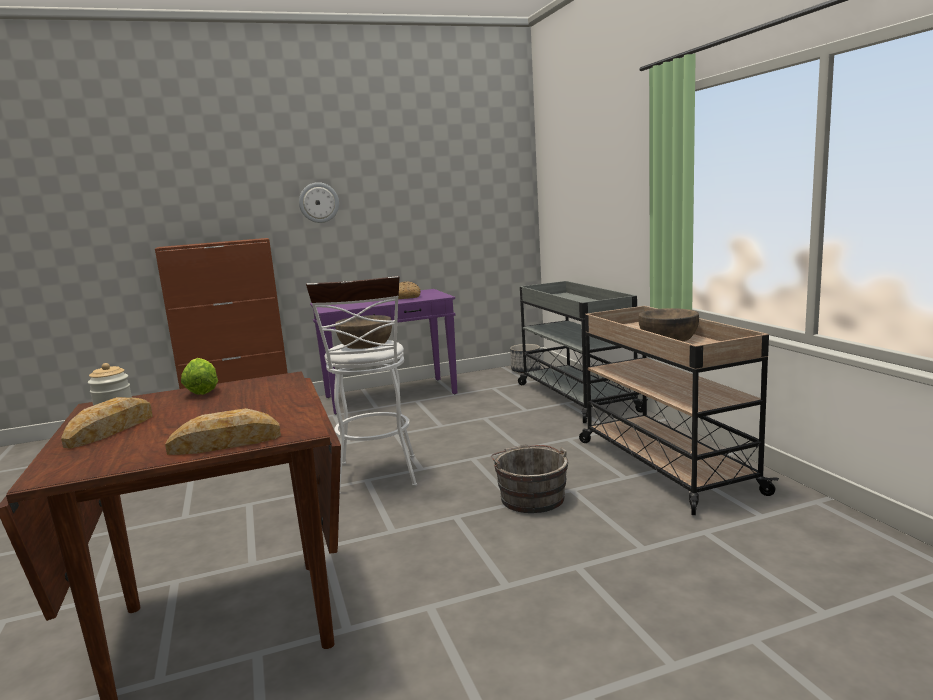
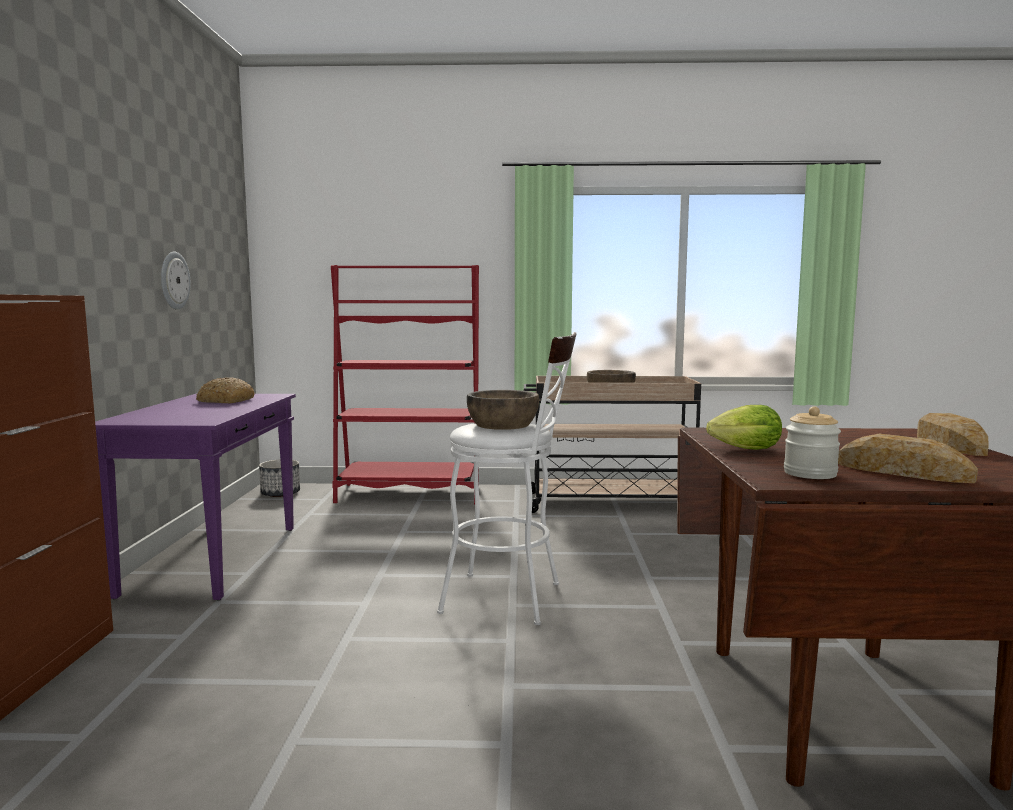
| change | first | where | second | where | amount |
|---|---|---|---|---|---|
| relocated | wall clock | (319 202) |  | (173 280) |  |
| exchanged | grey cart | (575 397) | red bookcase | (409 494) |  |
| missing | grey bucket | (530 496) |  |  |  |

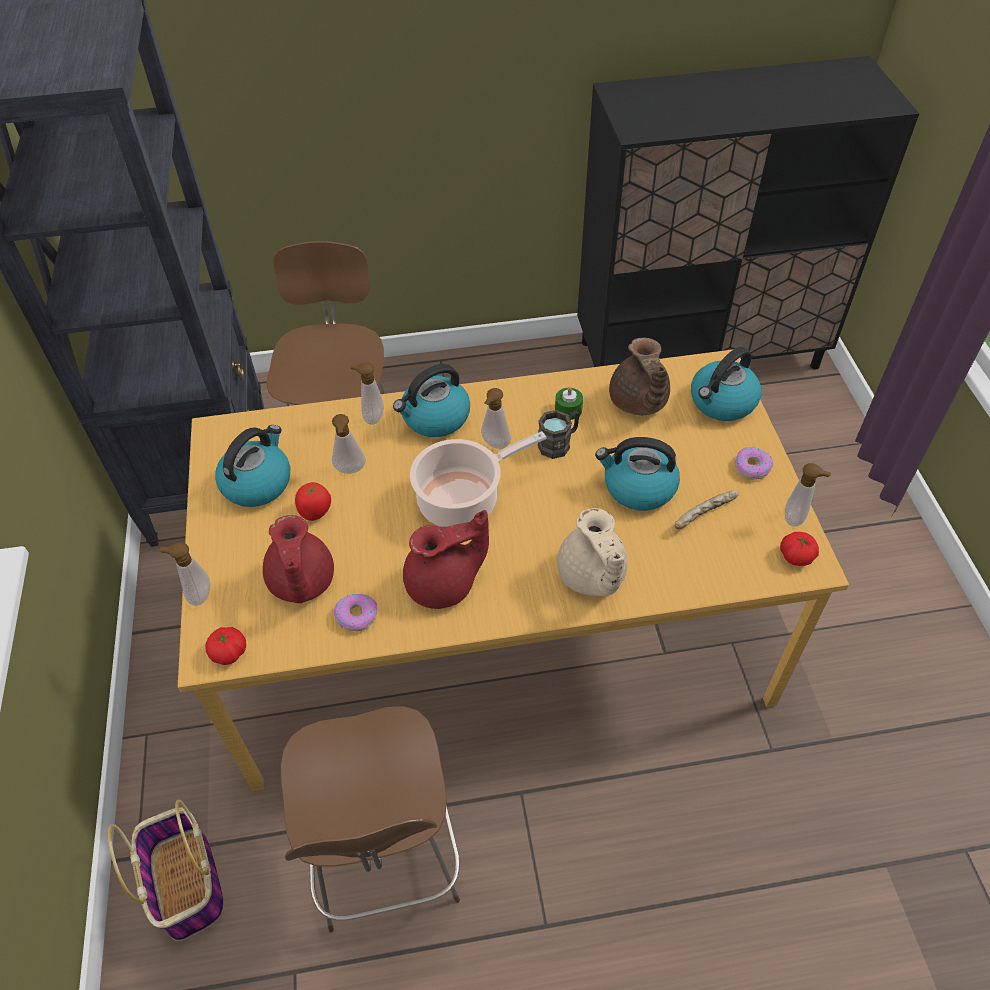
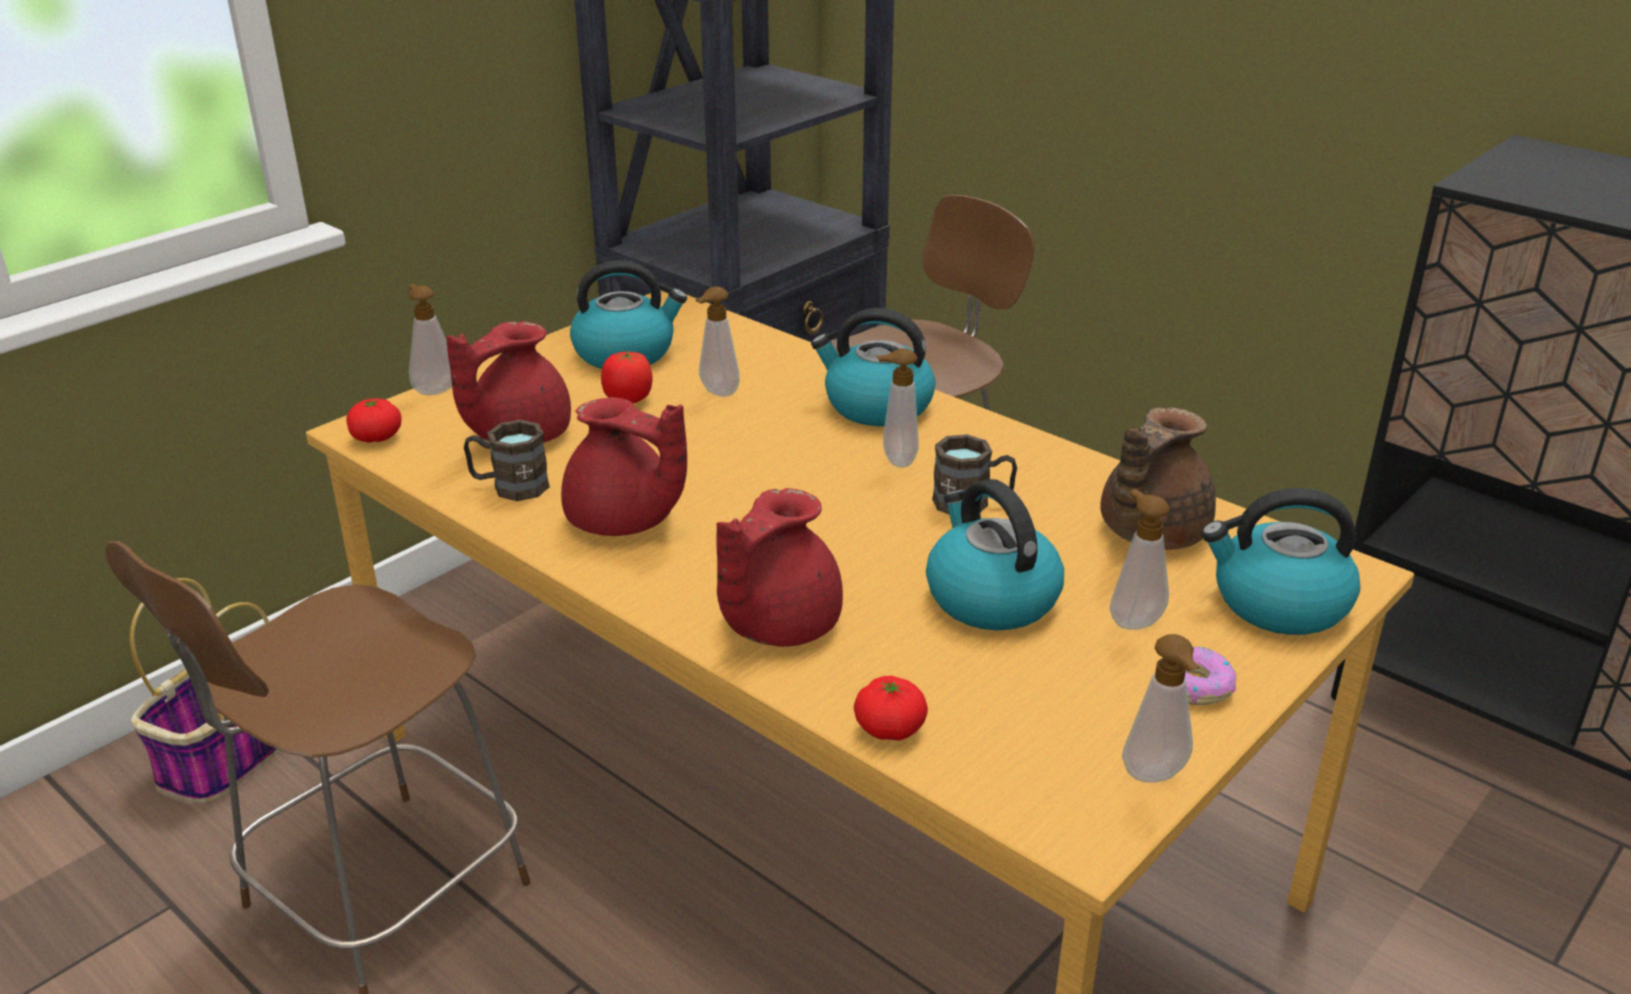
| change | first | where | second | where | amount |
|---|---|---|---|---|---|
| relocated | soap dispenser | (371 417) |  | (1133 620) |  |
| missing | green candle | (568 410) |  |  |  |
| missing | cooking pot | (463 500) |  |  |  |
| missing | bread | (705 515) |  |  |  |
| colour | beige teapot | (591 576) | red teapot | (775 625) |  |
| relocated | tomato | (796 556) |  | (889 728) |  |
| exchanged | donut | (356 615) | brown mug | (509 486) |  |

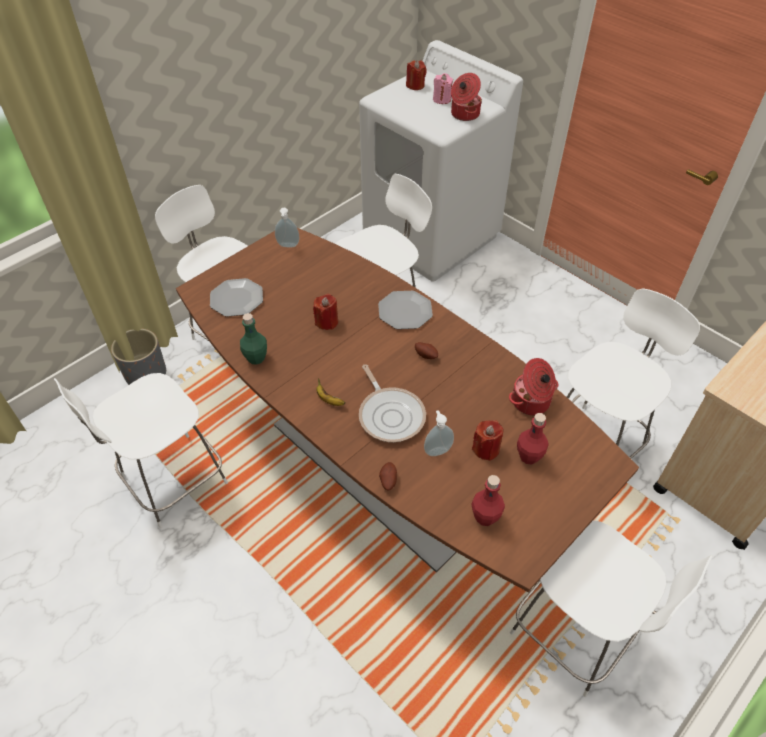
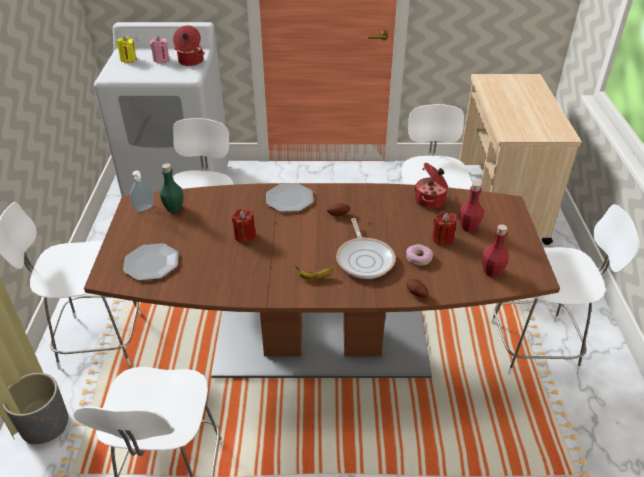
| change | first | where | second | where | amount |
|---|---|---|---|---|---|
| colour | red candle | (415 85) | yellow candle | (128 59) |  |
| relocated | green bottle | (256 358) |  | (174 208) |  |
| spun | frying pan | (390 415) |  | (365 259) | 60 degrees clockwise |
| exchanged | soap dispenser | (437 450) | donut | (419 258) |  |

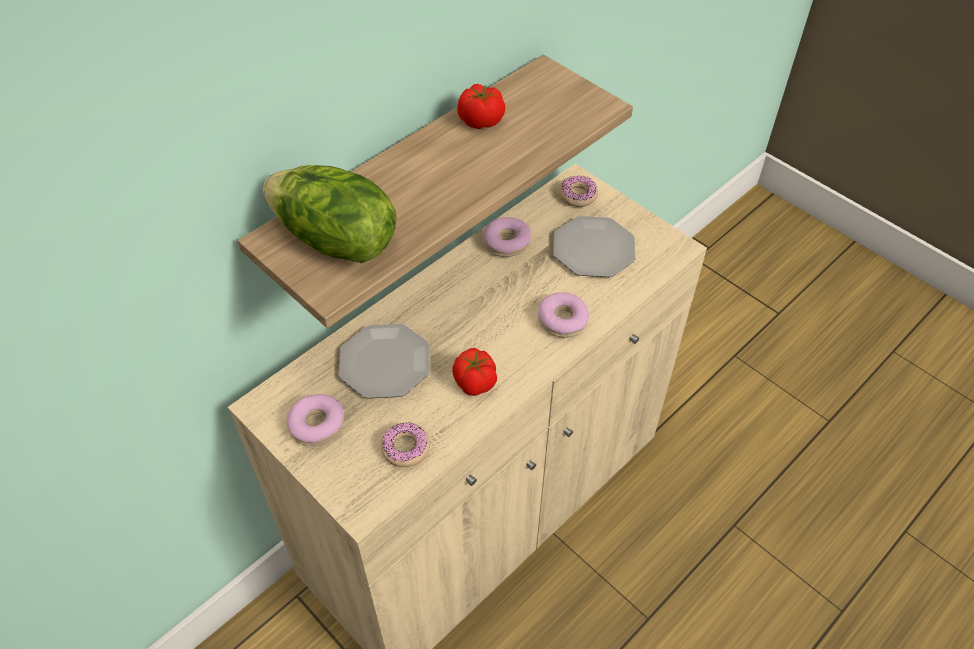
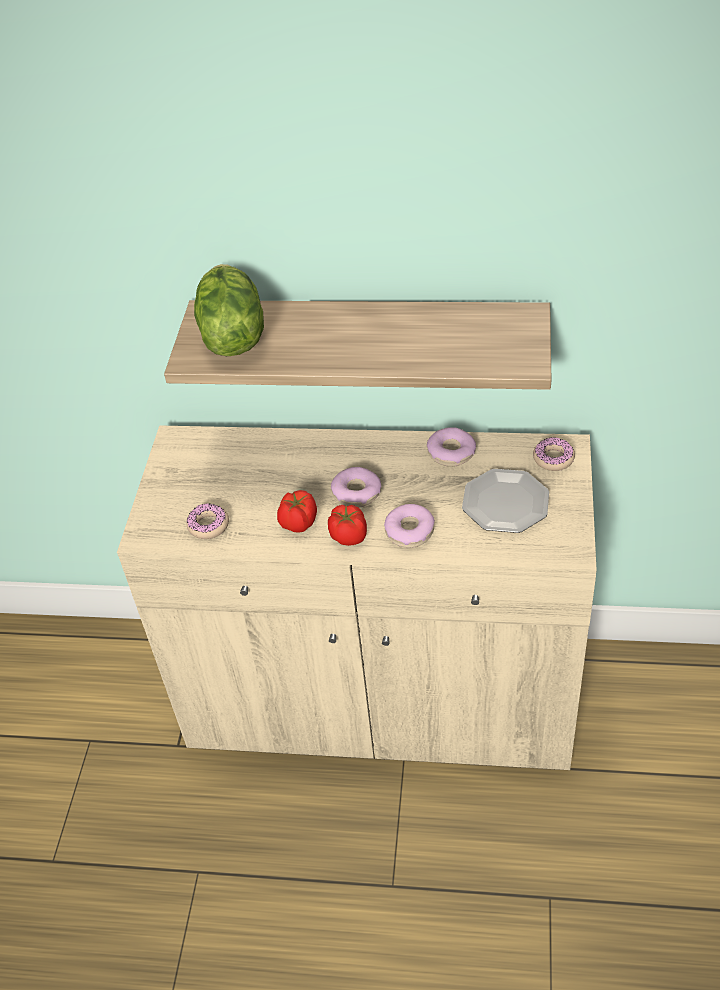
| change | first | where | second | where | amount |
|---|---|---|---|---|---|
| relocated | tomato | (481 121) |  | (349 536) |  |
| missing | plate | (385 363) |  |  |  |
| relocated | donut | (317 425) |  | (356 493) |  |

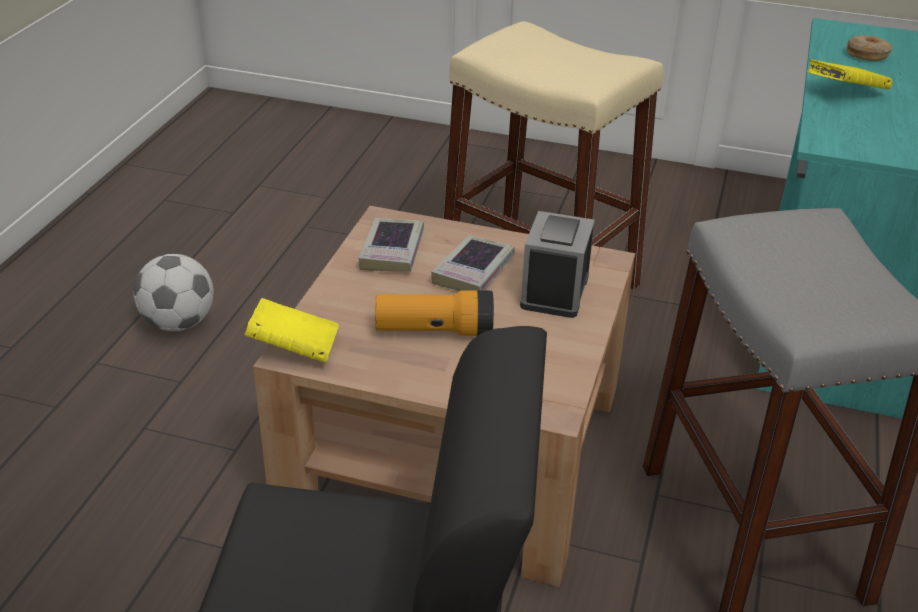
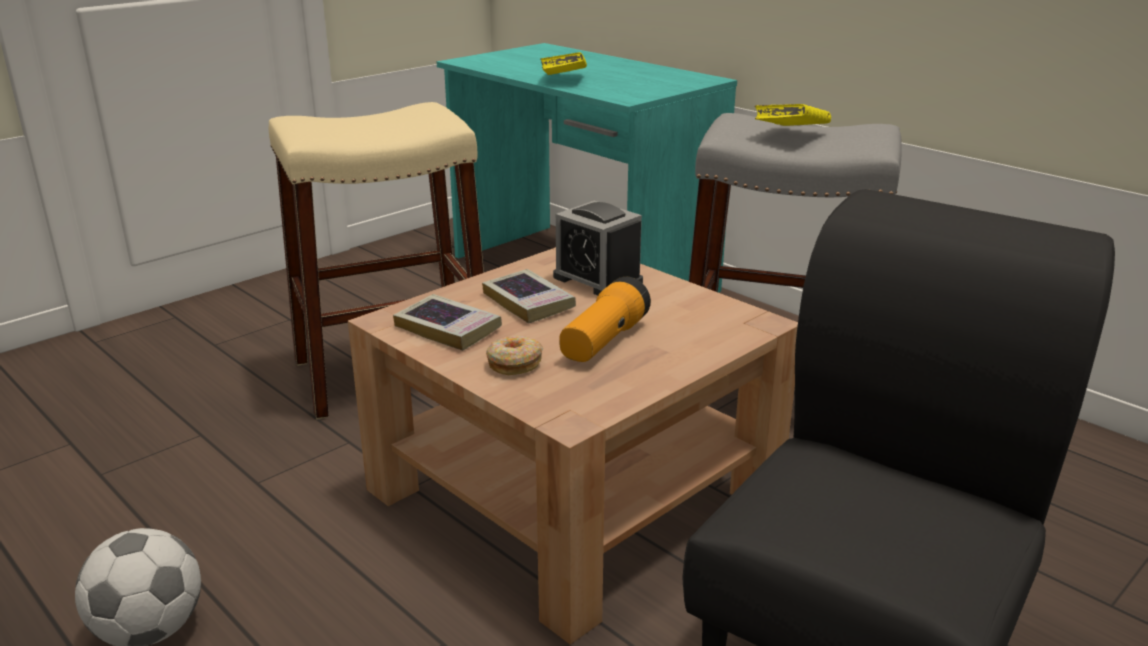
| change | first | where | second | where | amount |
|---|---|---|---|---|---|
| relocated | donut | (867 55) |  | (514 363) |  |
| relocated | yellow book | (294 349) |  | (790 135) |  |

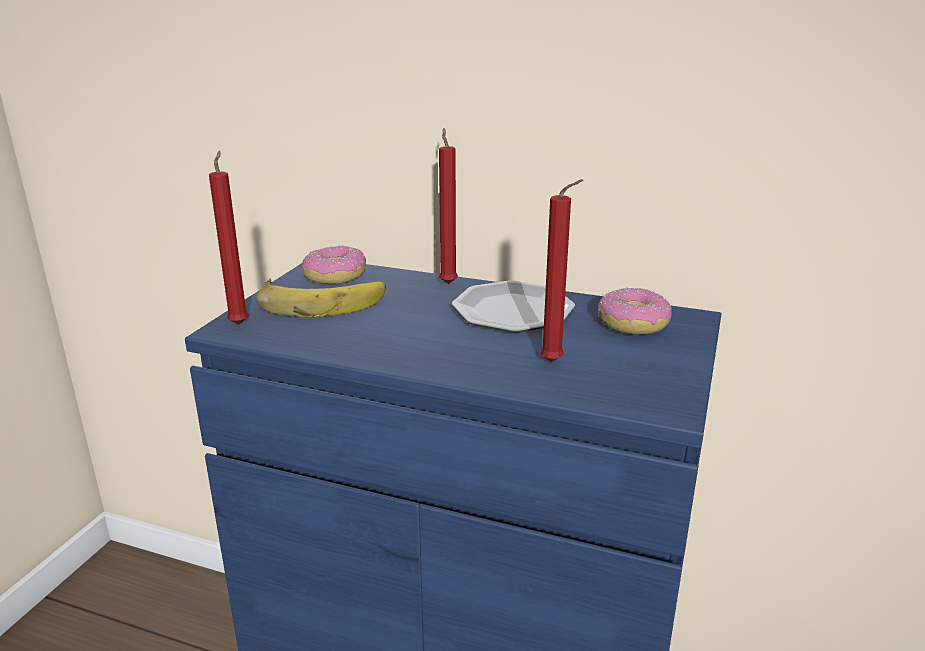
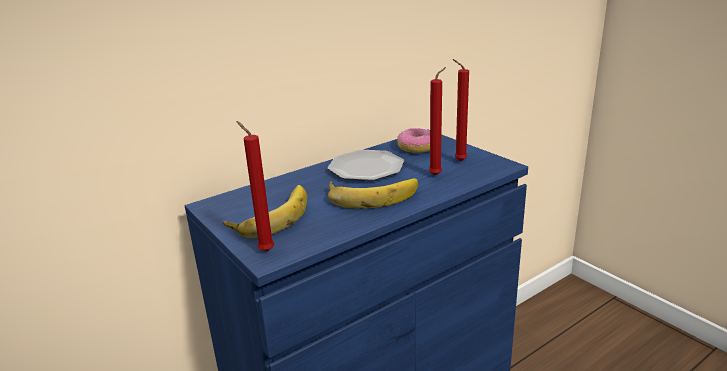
| change | first | where | second | where | amount |
|---|---|---|---|---|---|
| relocated | red candle | (448 282) |  | (458 161) |  |
| missing | donut | (335 276) |  |  |  |
| appeared |  |  | banana | (372 195) |  |

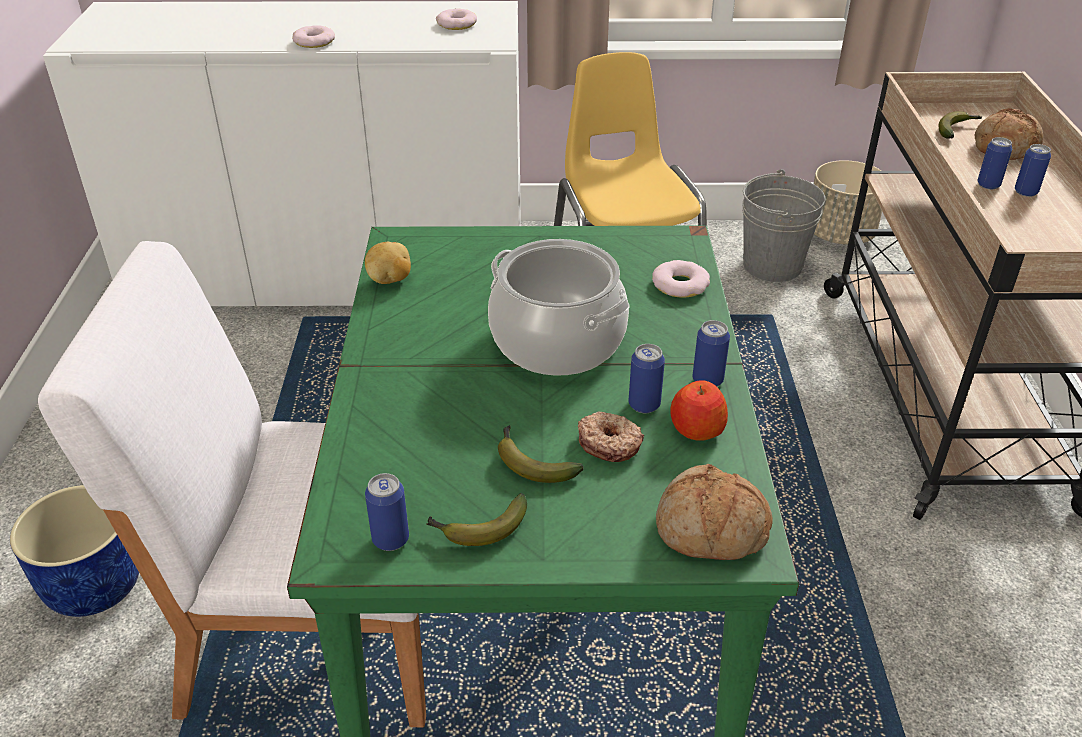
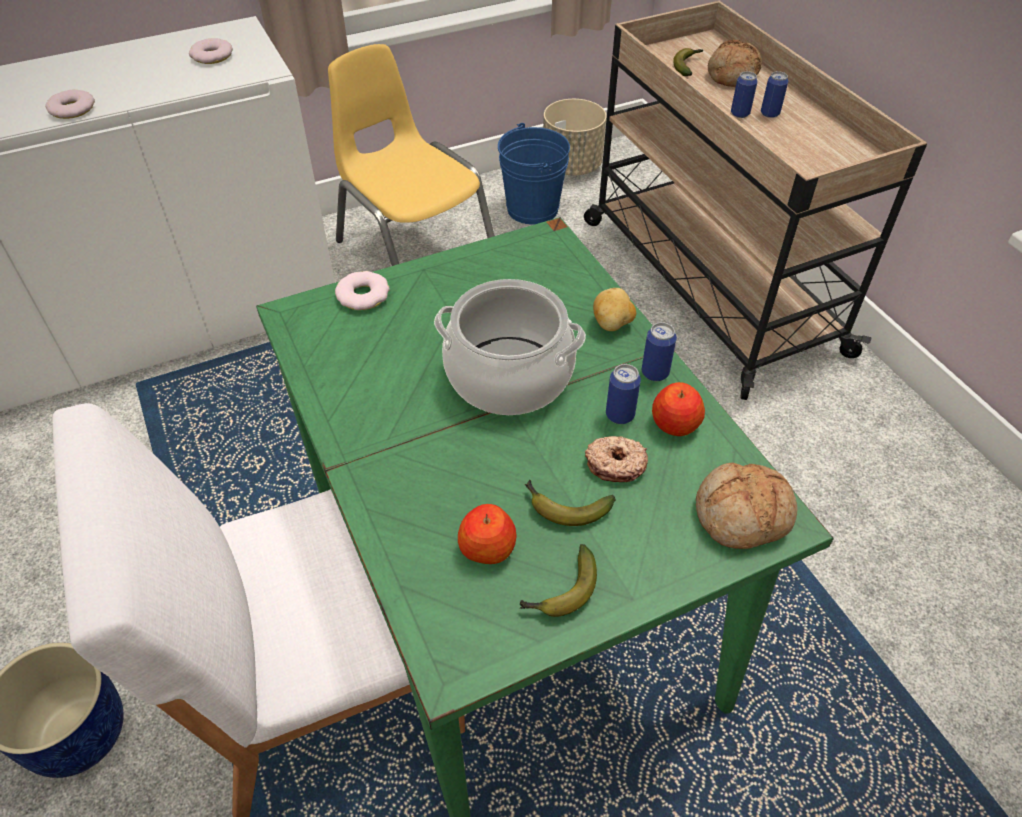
| change | first | where | second | where | amount |
|---|---|---|---|---|---|
| colour | grey bucket | (772 265) | blue bucket | (532 209) |  |
| relocated | potato | (390 280) |  | (612 324) |  |
| relocated | donut | (680 284) |  | (363 295) |  |
| missing | can | (390 539) |  |  |  |
| appeared |  |  | apple | (487 547) |  |

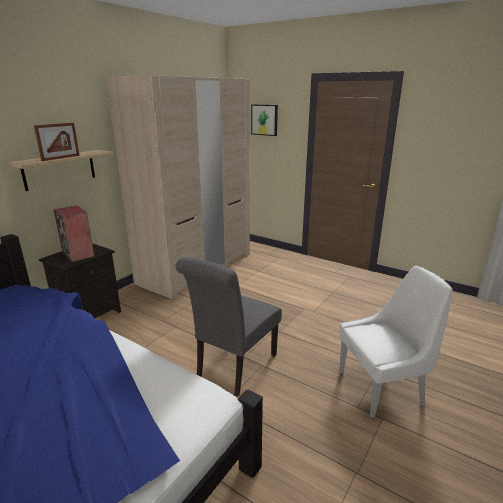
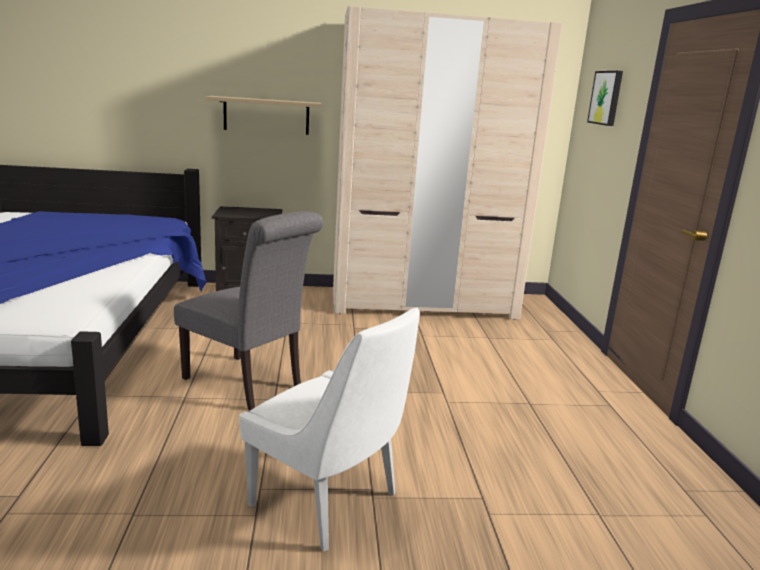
| change | first | where | second | where | amount |
|---|---|---|---|---|---|
| missing | picture frame | (61 158) |  |  |  |
| missing | speaker | (79 254) |  |  |  |
| spun | grey chair | (233 368) |  | (248 385) | 135 degrees counterclockwise |

